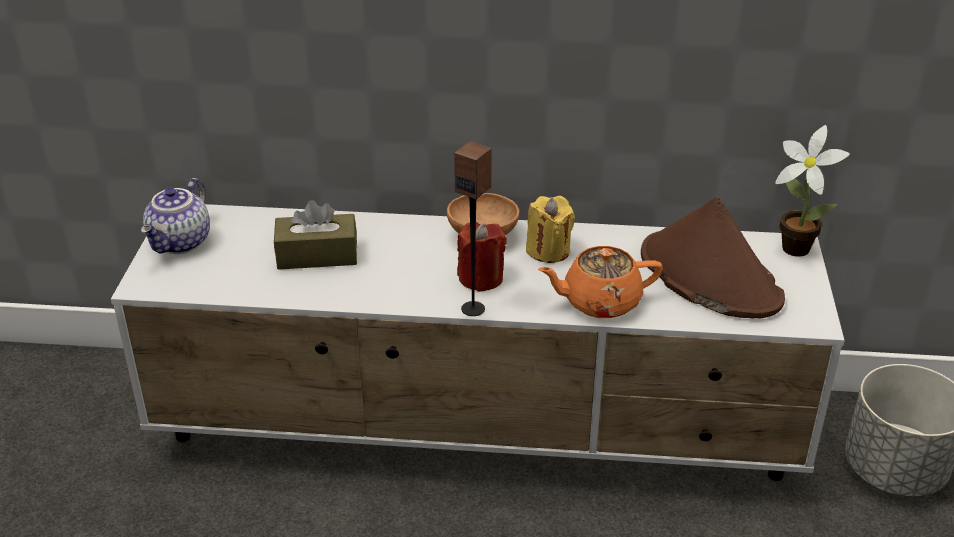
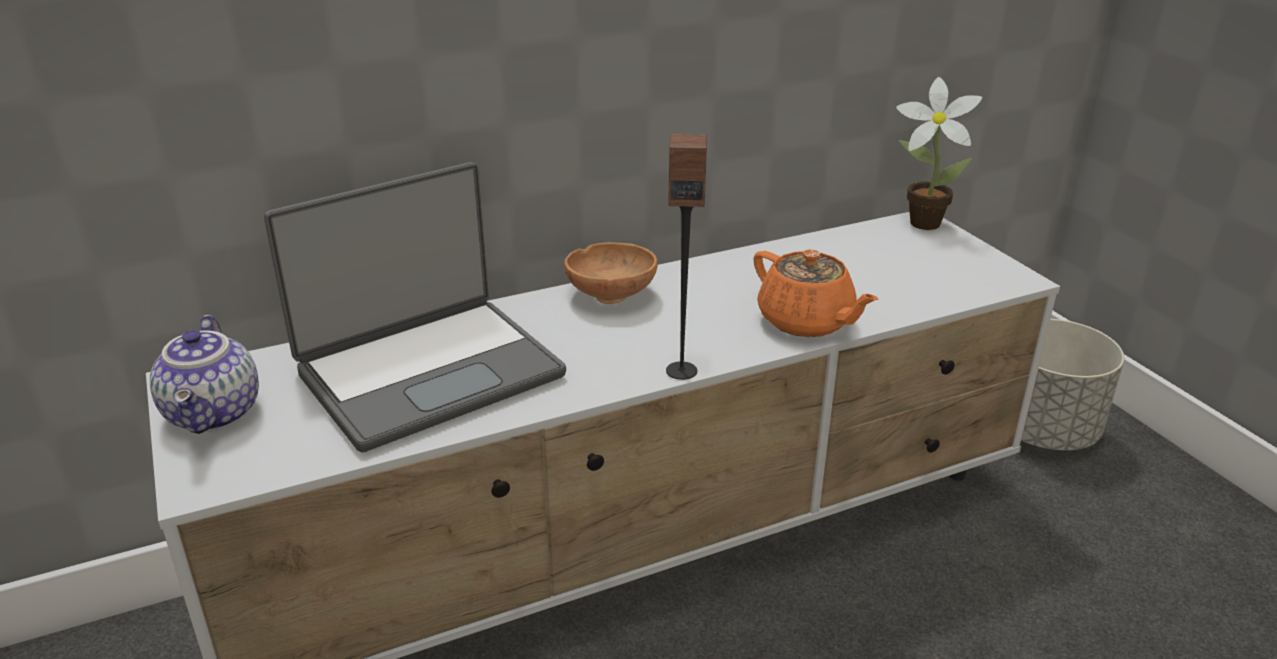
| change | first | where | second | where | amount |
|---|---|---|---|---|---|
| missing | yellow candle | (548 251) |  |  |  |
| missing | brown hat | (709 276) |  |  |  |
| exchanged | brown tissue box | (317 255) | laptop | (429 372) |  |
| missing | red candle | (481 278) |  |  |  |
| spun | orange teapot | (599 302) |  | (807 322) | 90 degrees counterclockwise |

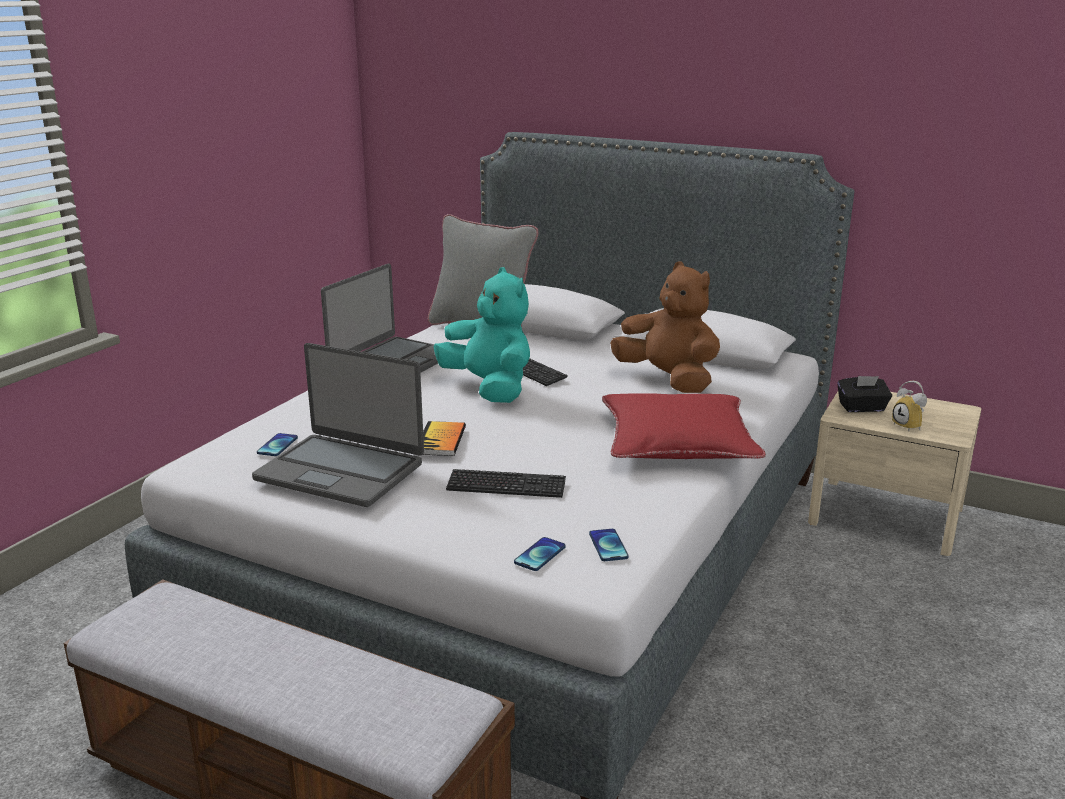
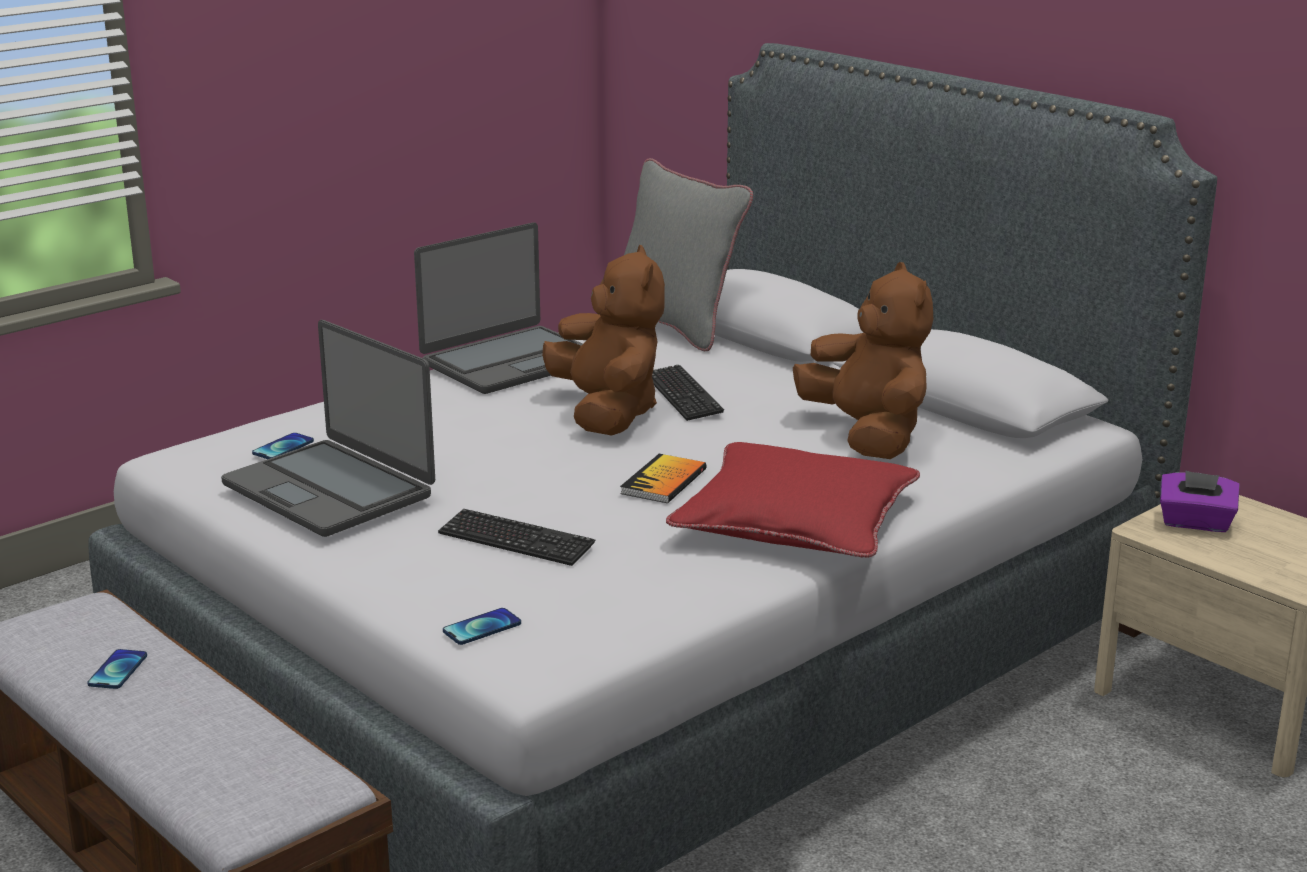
| change | first | where | second | where | amount |
|---|---|---|---|---|---|
| colour | turquoise plush toy | (489 388) | brown plush toy | (607 413) |  |
| colour | black tissue box | (862 408) | purple tissue box | (1195 523) |  |
| missing | alarm clock | (910 426) |  |  |  |
| relocated | book | (441 440) |  | (663 481) |  |
| relocated | phone | (608 546) |  | (118 670) |  |

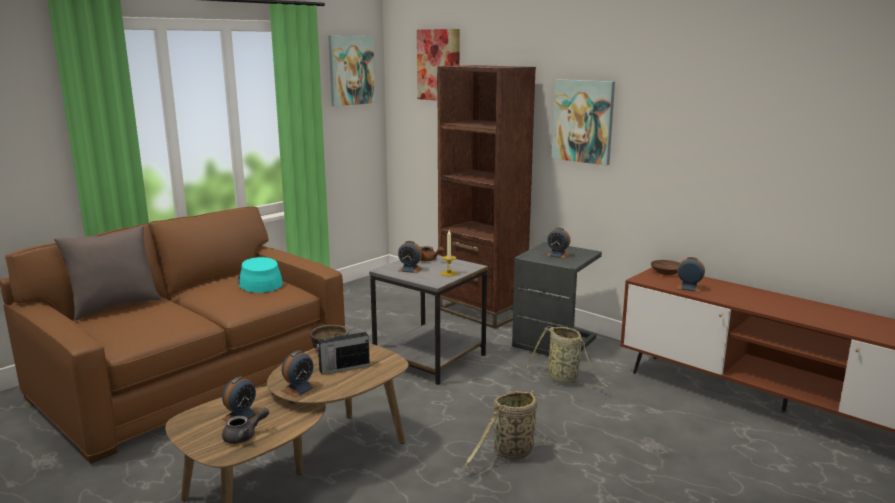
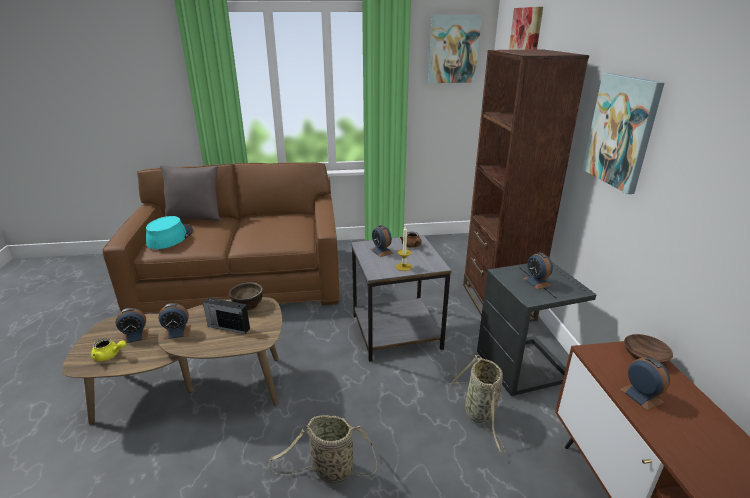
| change | first | where | second | where | amount |
|---|---|---|---|---|---|
| relocated | turquoise hat | (259 282) |  | (170 237) |  |
| colour | grey teapot | (244 436) | yellow teapot | (109 355) |  |

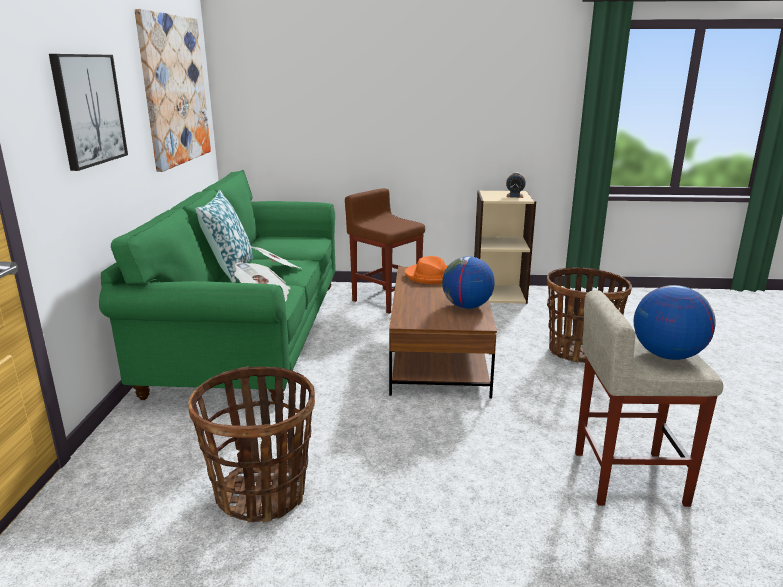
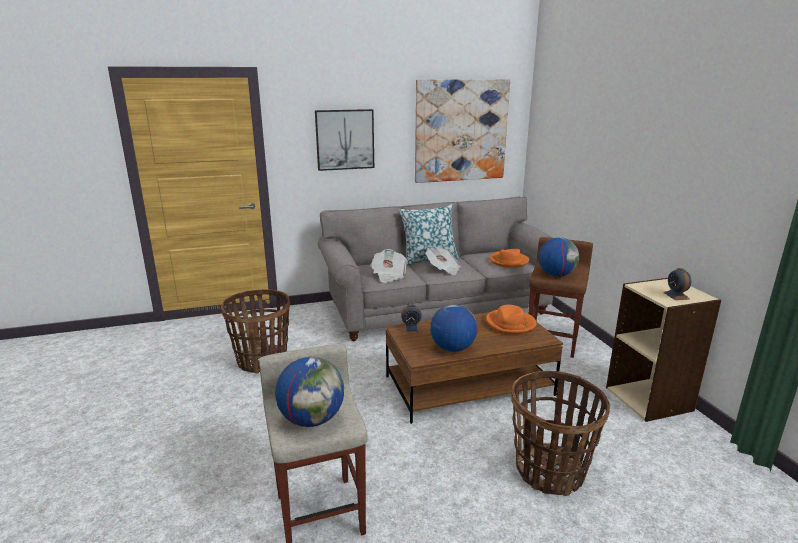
| change | first | where | second | where | amount |
|---|---|---|---|---|---|
| colour | green sofa | (253 334) | grey sofa | (437 309) |  |
| appeared |  |  | globe | (556 275) |  |
| appeared |  |  | orange hat | (508 261) |  |
| appeared |  |  | alarm clock | (411 328) |  |

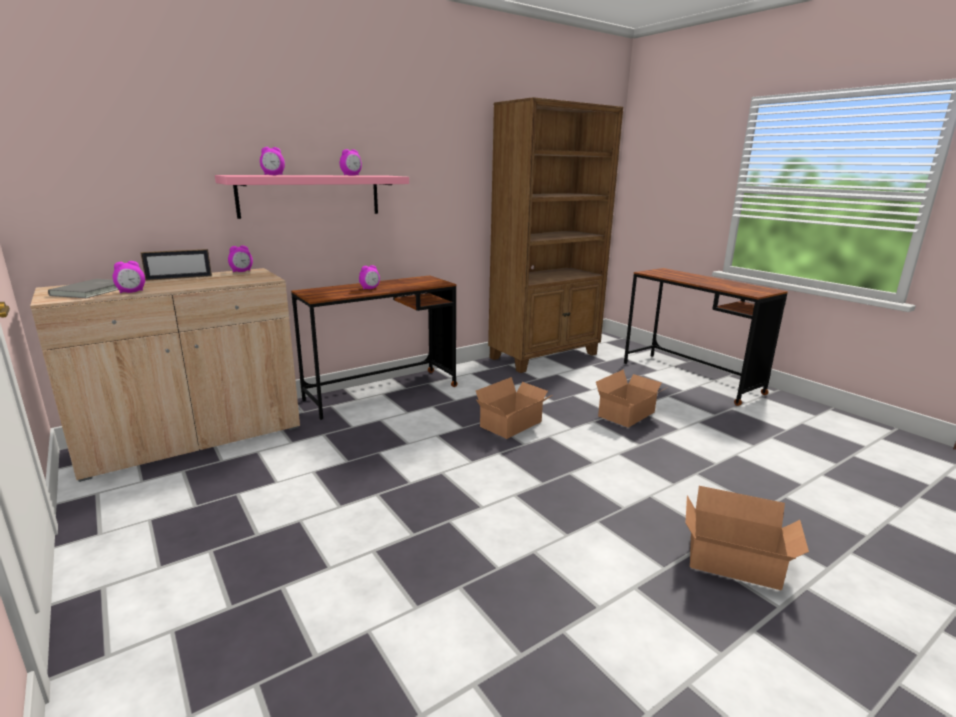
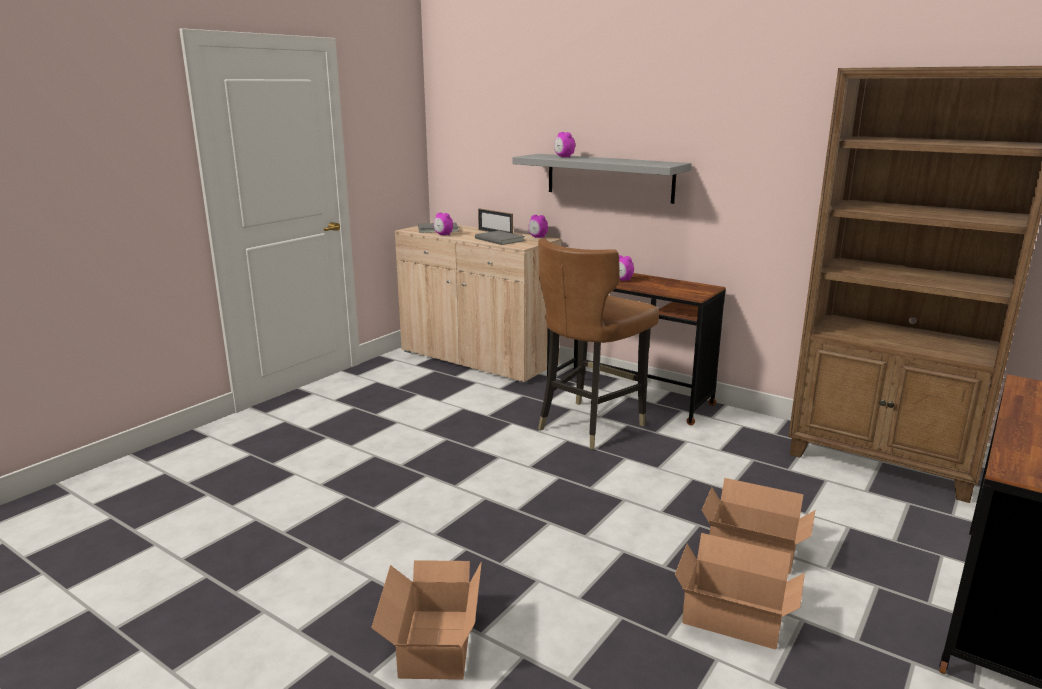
| change | first | where | second | where | amount |
|---|---|---|---|---|---|
| missing | alarm clock | (351 175) |  |  |  |
| colour | pink shelf | (310 195) | grey shelf | (609 177) |  |
| relocated | cardboard box | (513 424) |  | (734 620) |  |
| appeared |  |  | grey book | (500 239) |  |
| appeared |  |  | brown chair | (589 425) |  |

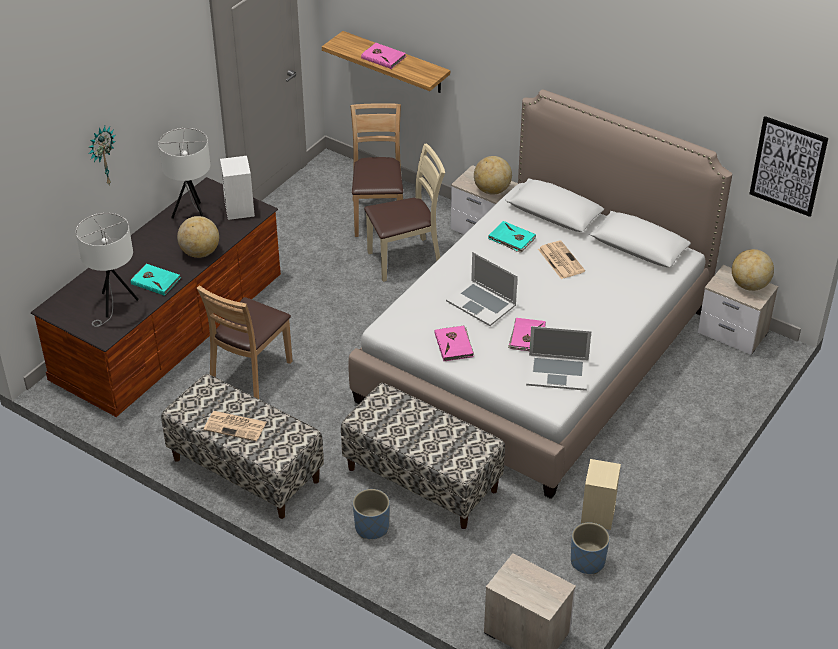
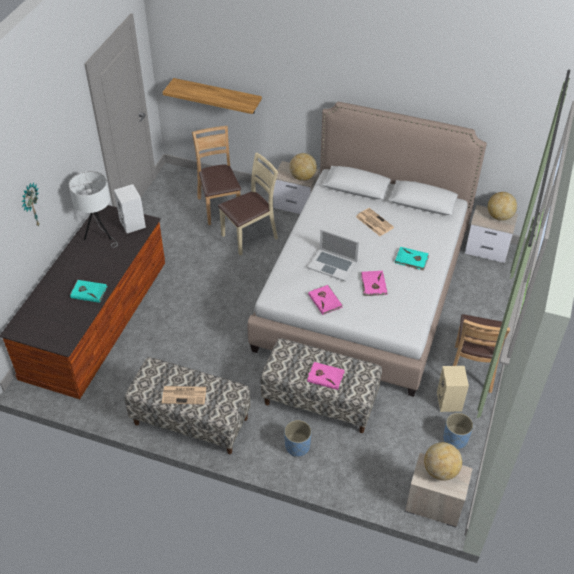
| change | first | where | second | where | amount |
|---|---|---|---|---|---|
| relocated | pink book | (383 57) |  | (325 376) |  |
| missing | picture | (788 166) |  |  |  |
| missing | white table lamp | (114 305) |  |  |  |
| relocated | globe | (200 253) |  | (440 471) |  |
| relocated | turquoise book | (512 239) |  | (411 260) |  |
| relocated | brown chair | (251 373) |  | (471 369) |  |
| missing | laptop | (557 372) |  |  |  |

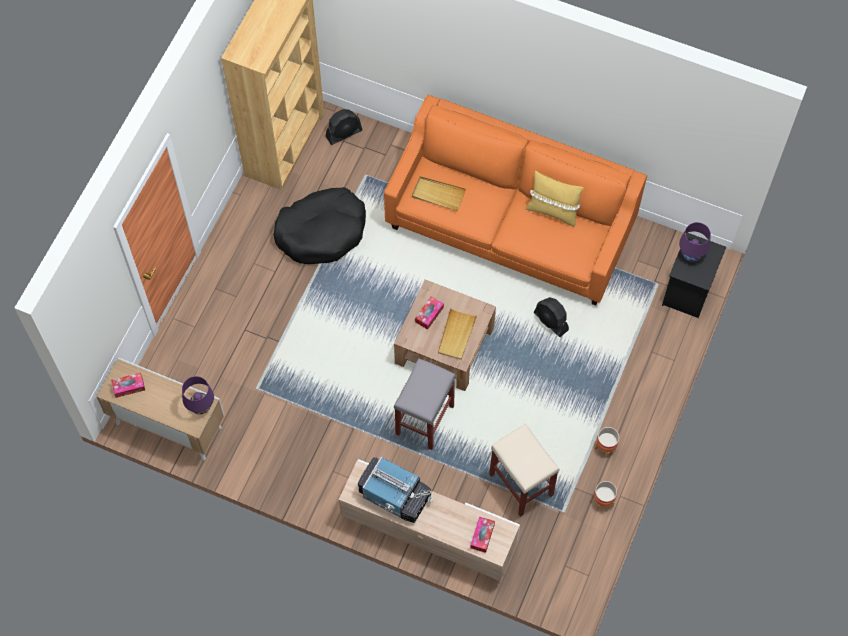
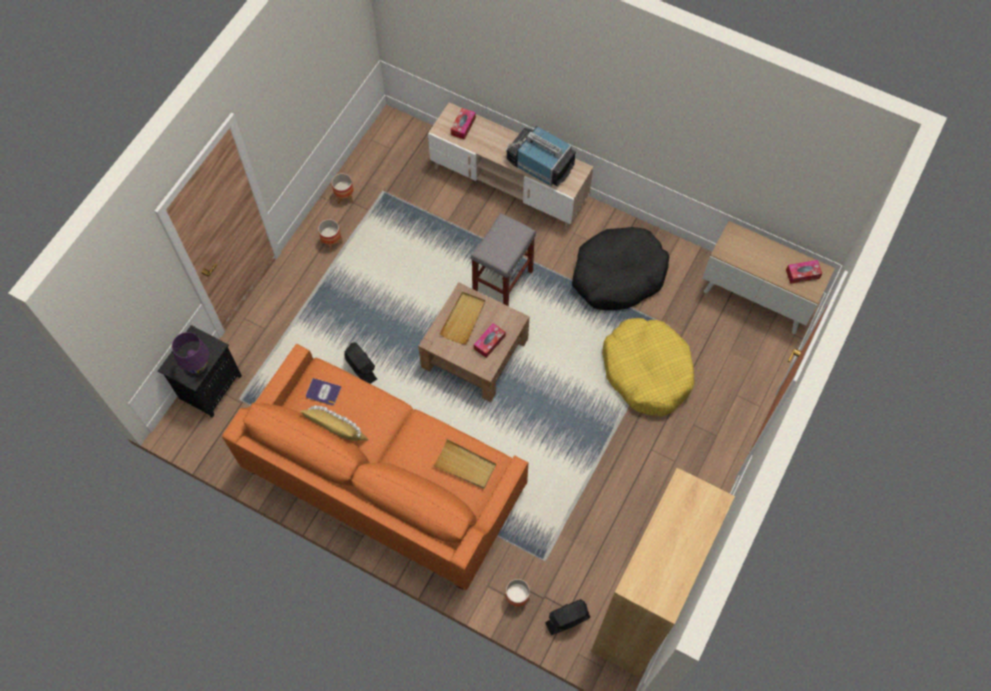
| change | first | where | second | where | amount |
|---|---|---|---|---|---|
| relocated | black dog bed | (322 231) |  | (618 275) |  |
| missing | purple table lamp | (201 406) |  |  |  |
| missing | beige stool | (520 484) |  |  |  |
| appeared |  |  | yellow dog bed | (647 371) |  |
| appeared |  |  | book | (323 392) |  |
| appeared |  |  | planter | (517 598) |  |

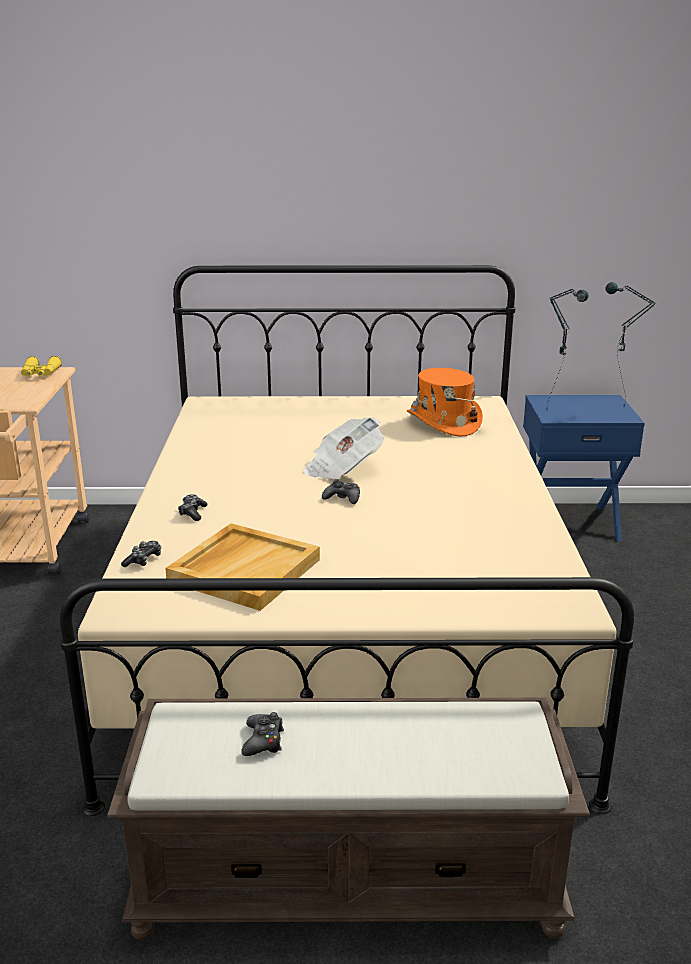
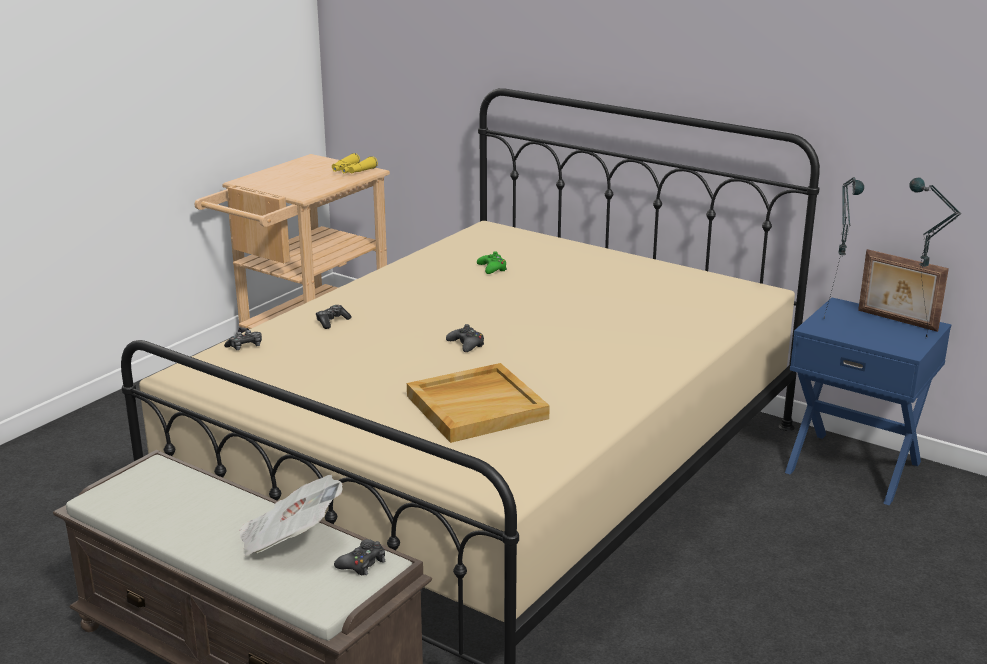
| change | first | where | second | where | amount |
|---|---|---|---|---|---|
| missing | orange hat | (443 422) |  |  |  |
| relocated | newspaper | (342 469) |  | (289 539) |  |
| relocated | beige tray | (244 569) |  | (477 406) |  |
| relocated | black game controller | (263 741) |  | (362 563) |  |
| appeared |  |  | picture frame | (896 321) |  |
| appeared |  |  | green game controller | (492 268) |  |

